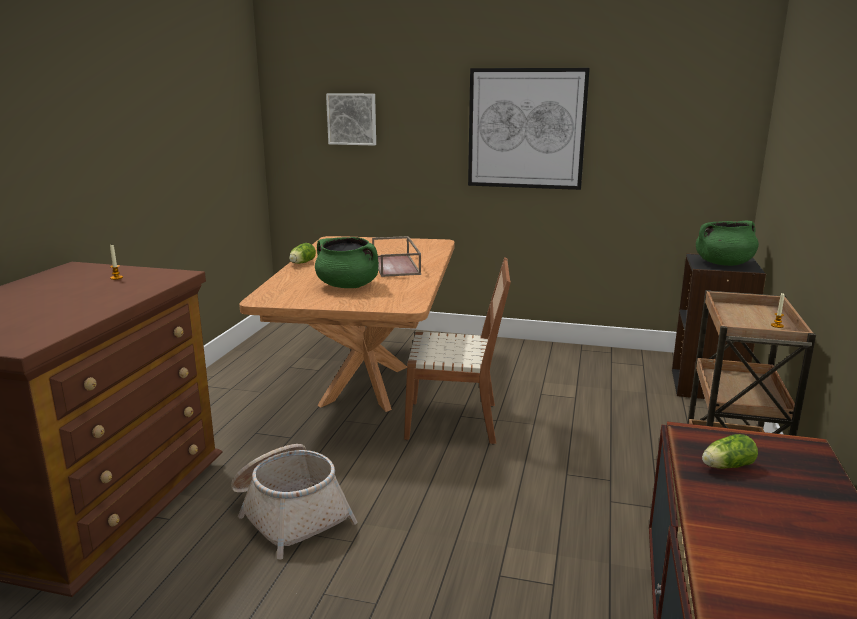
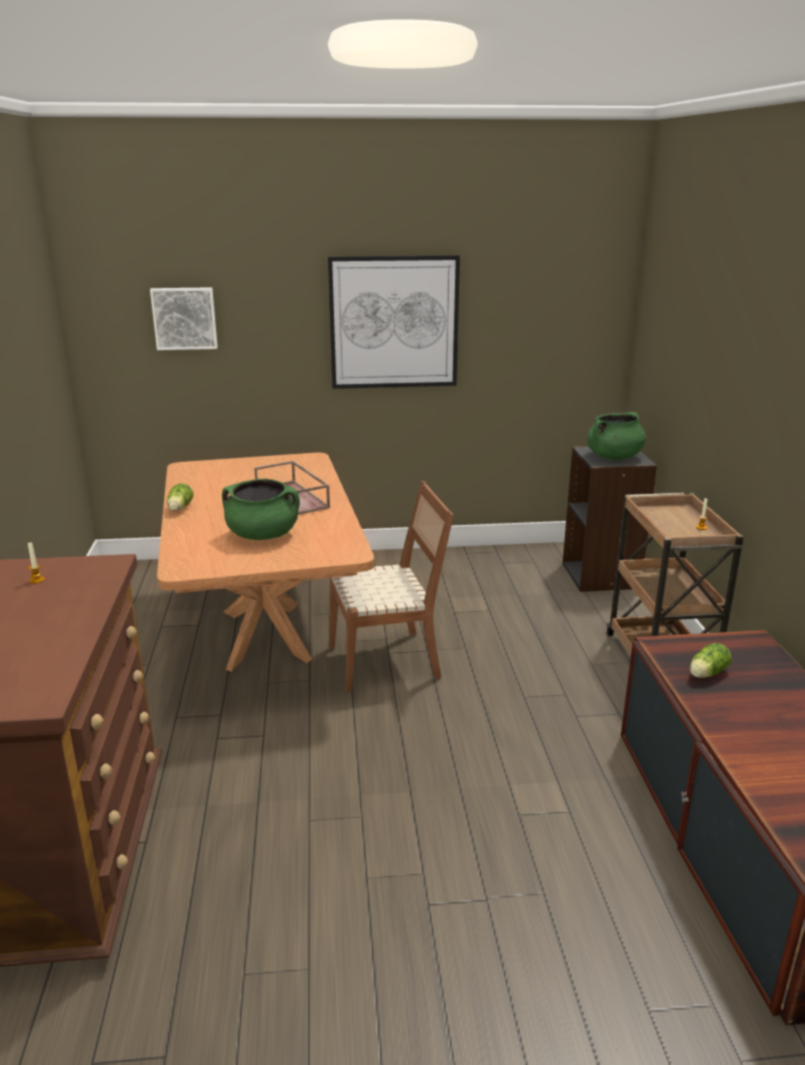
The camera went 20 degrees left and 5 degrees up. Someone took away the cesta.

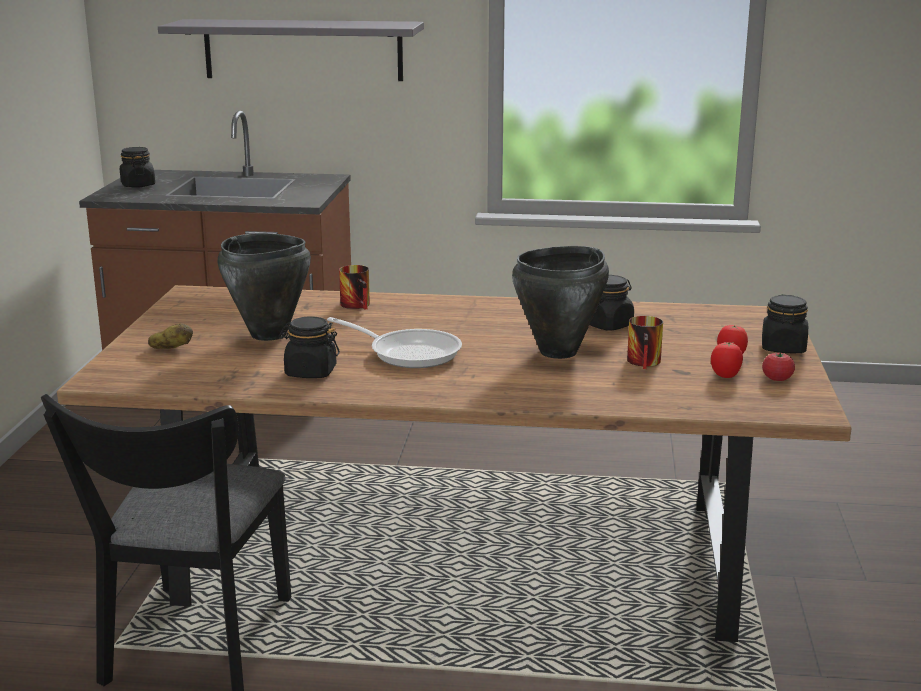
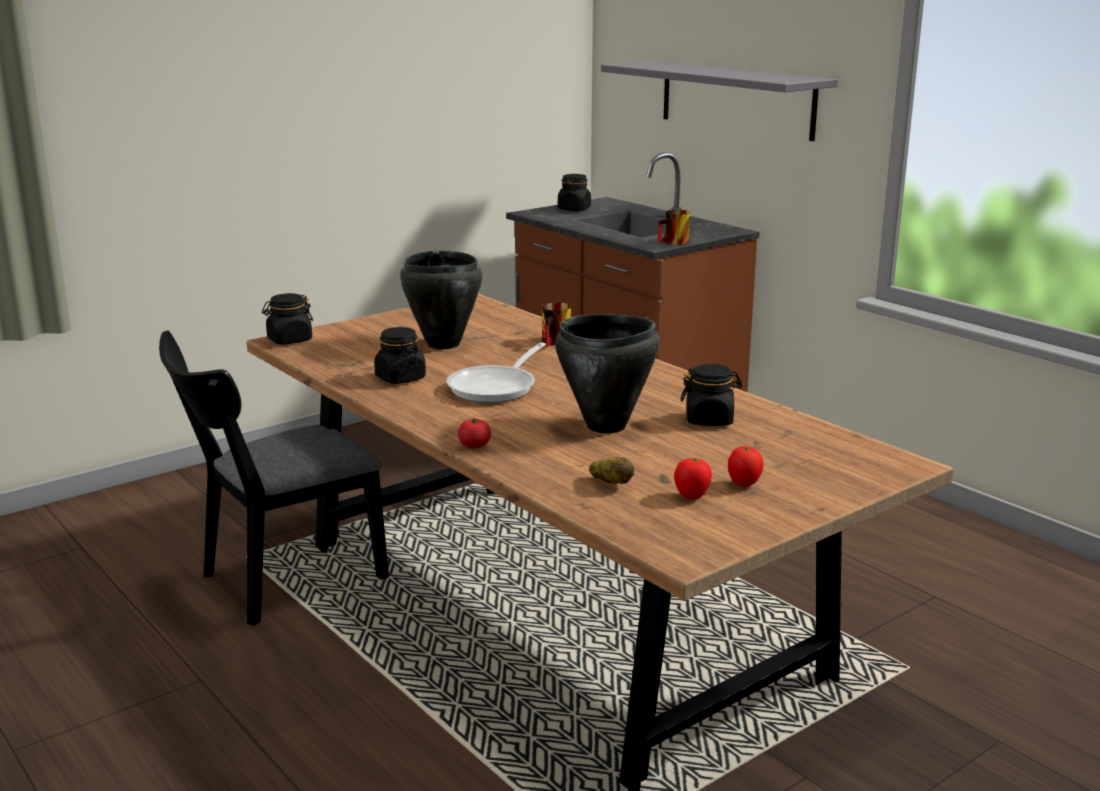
The camera went 45 degrees right and 0 degrees up. Someone carried the patata. Someone rotated the sartén by 45 degrees clockwise. Someone carried the taza grande (no. 2 from left). Someone carried the tarro/negro (no. 4 from left in the first image). Someone carried the tomate (no. 3 from left in the first image).

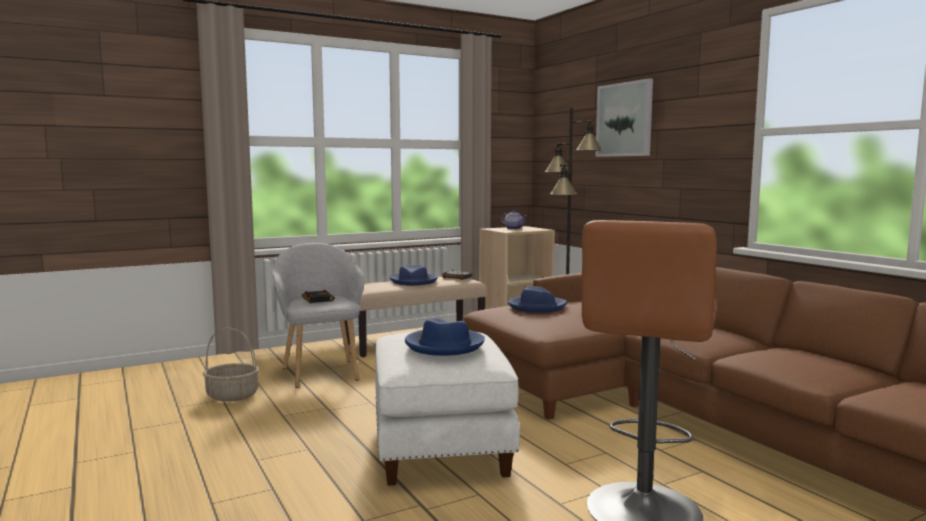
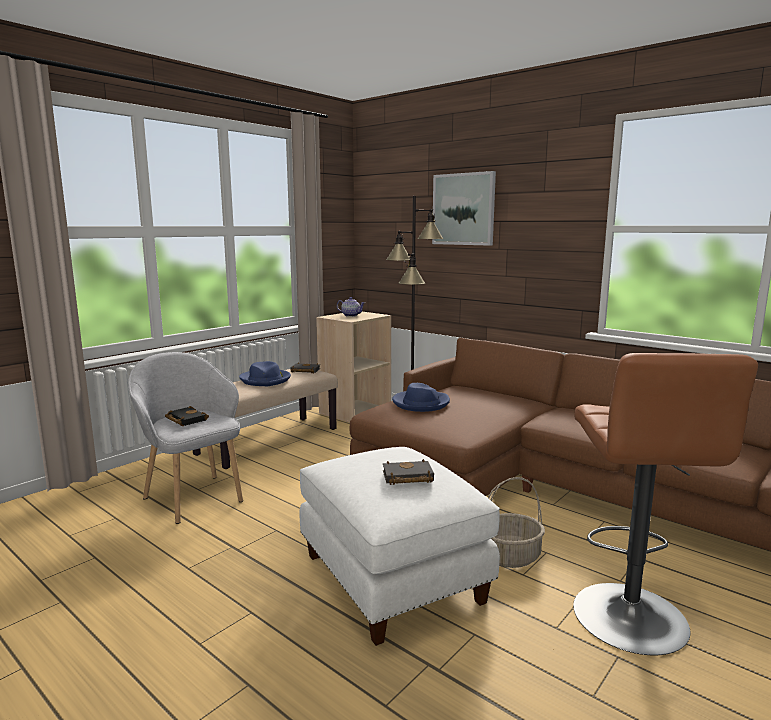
The camera went 20 degrees left and 5 degrees up. Someone carried the cesta. Someone swapped the sombrero/azul (no. 2 from left) for the libro/negro (no. 3 from left).

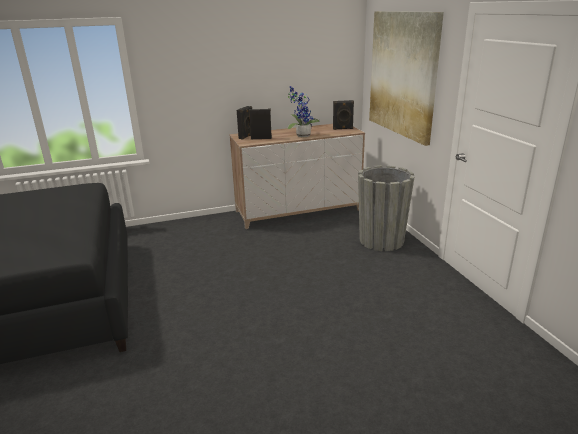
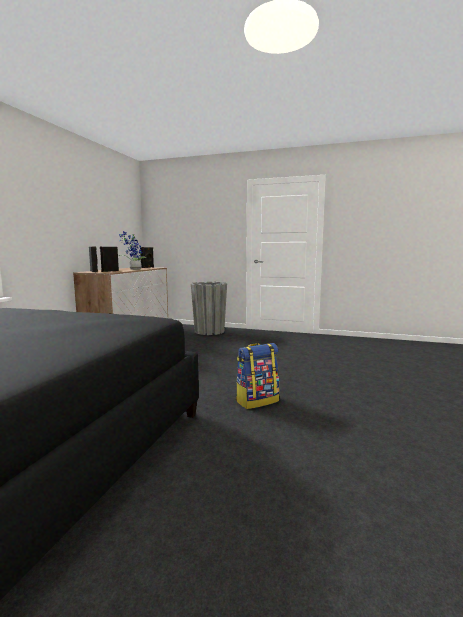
The camera went 55 degrees left and 15 degrees down. Someone took away the cuadro. Someone put down the mochila.

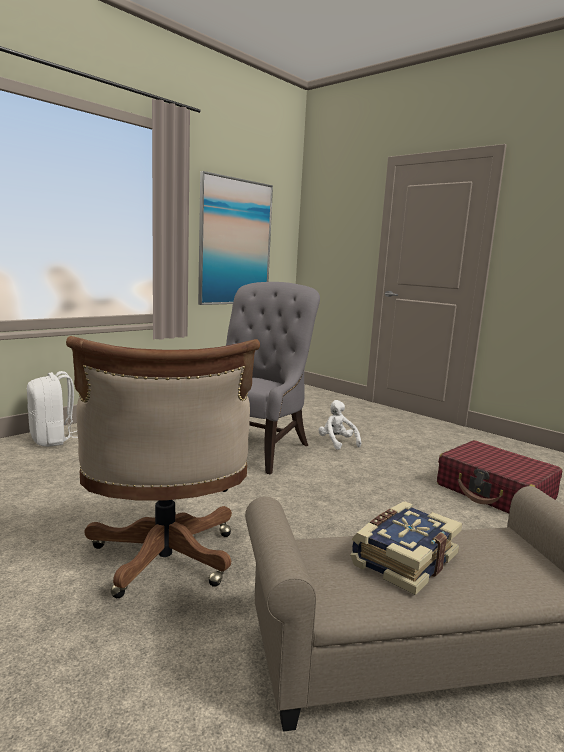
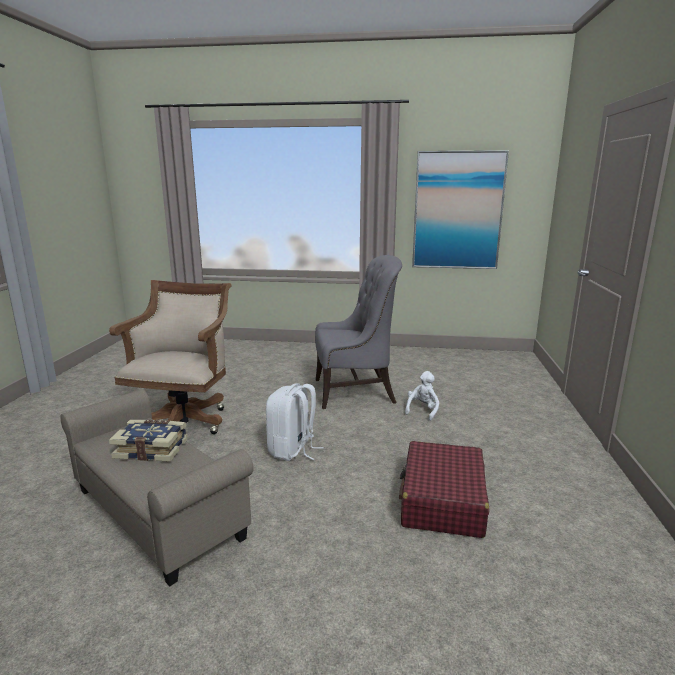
The camera went 55 degrees right and 5 degrees up. Someone carried the mochila/blanco. Someone rotated the silla de oficina by 150 degrees clockwise.

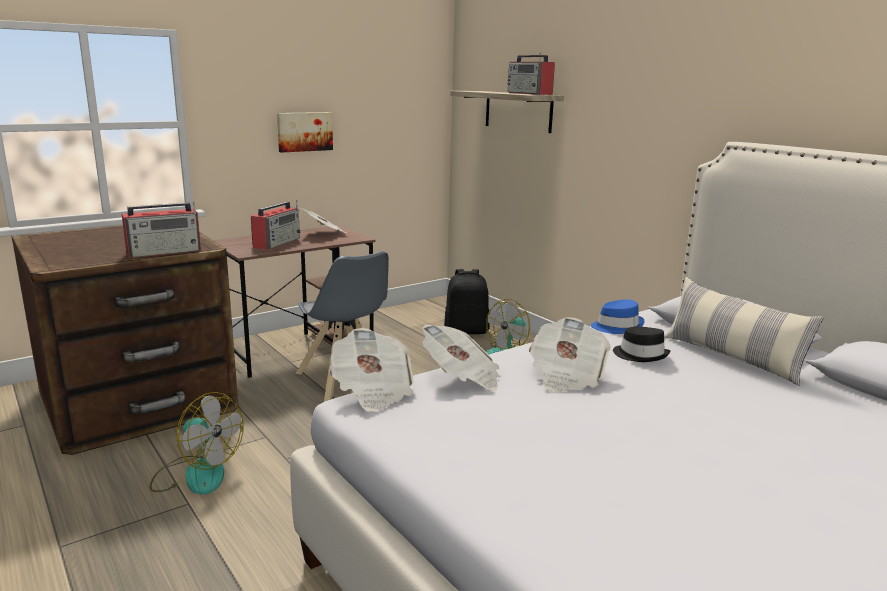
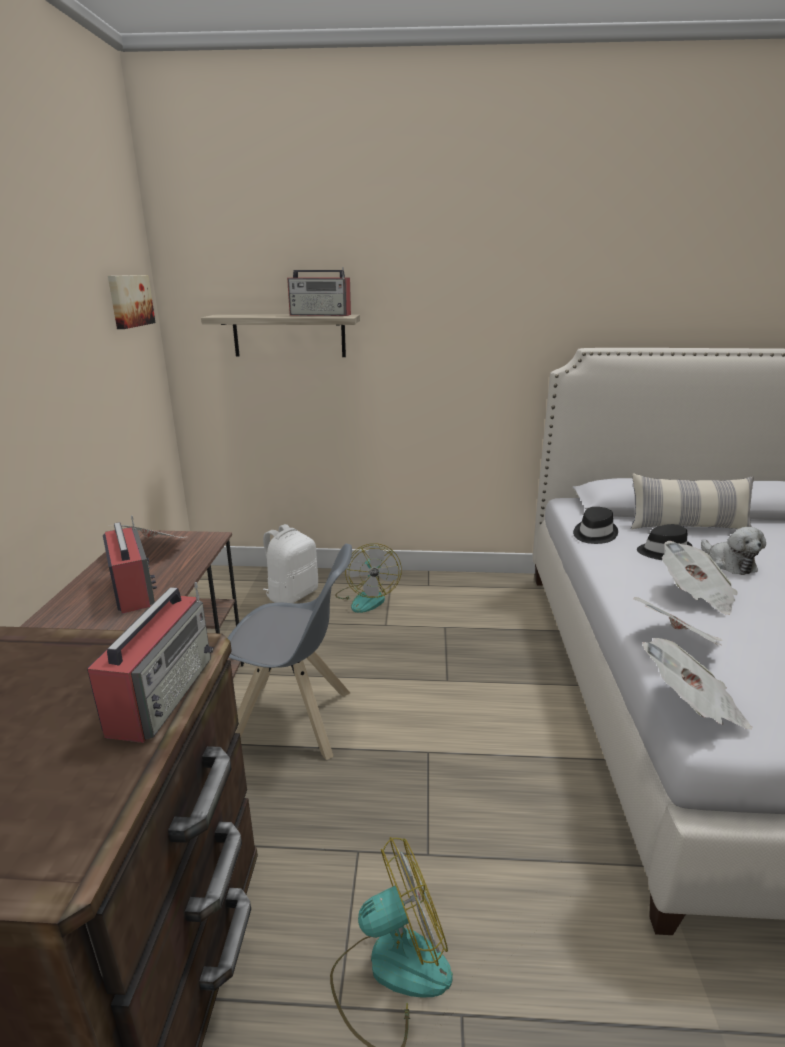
The camera went 50 degrees left and 5 degrees up. Someone carried the cuadro. Someone repainted the mochila/negro, which became the mochila/blanco. Someone repainted the sombrero/azul, which became the sombrero/negro (no. 1 from left). Someone put down the peluche.

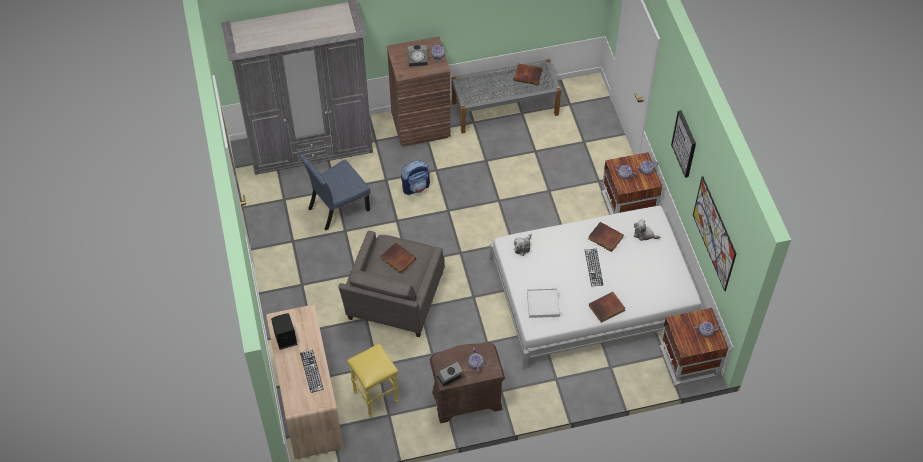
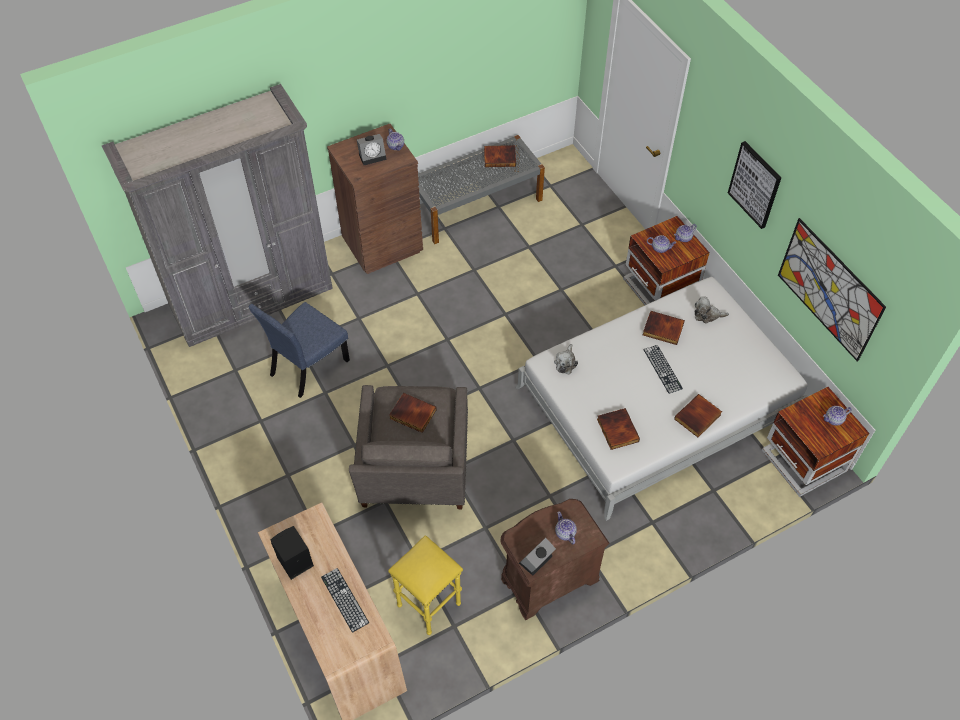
The camera went 15 degrees left and 0 degrees up. Someone took away the mochila. Someone swapped the bandeja/blanco for the libro (no. 3 from left).

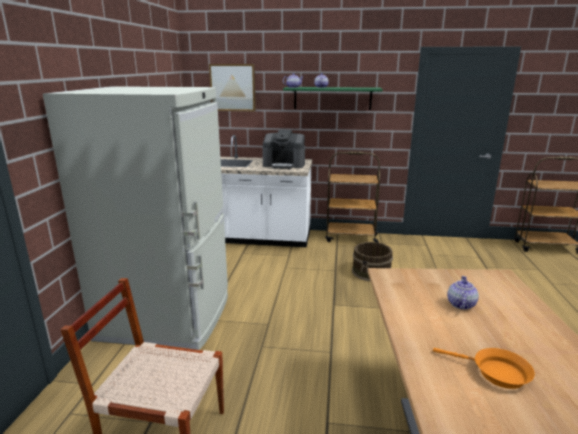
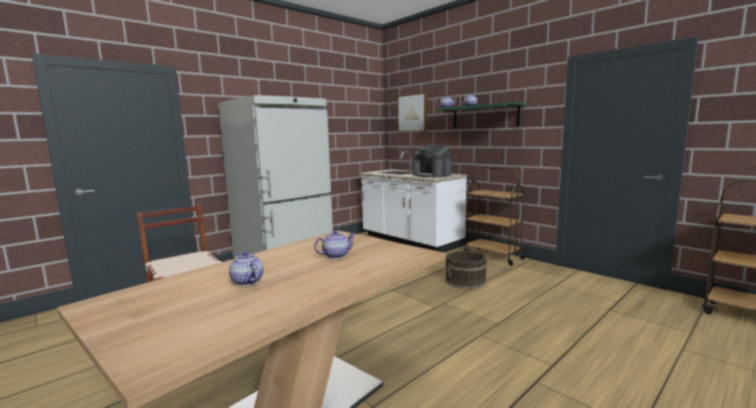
The camera went 40 degrees right and 10 degrees down. Someone swapped the sartén/naranja for the tetera (no. 1 from left).

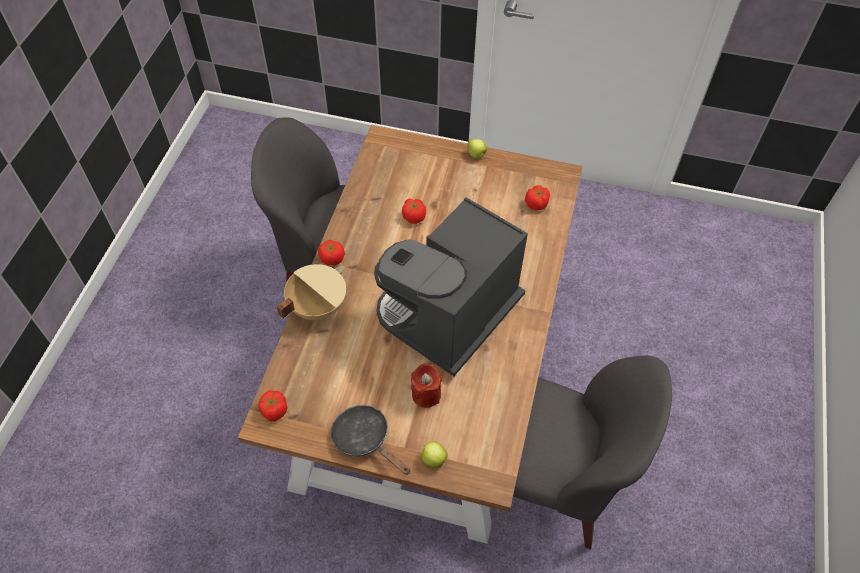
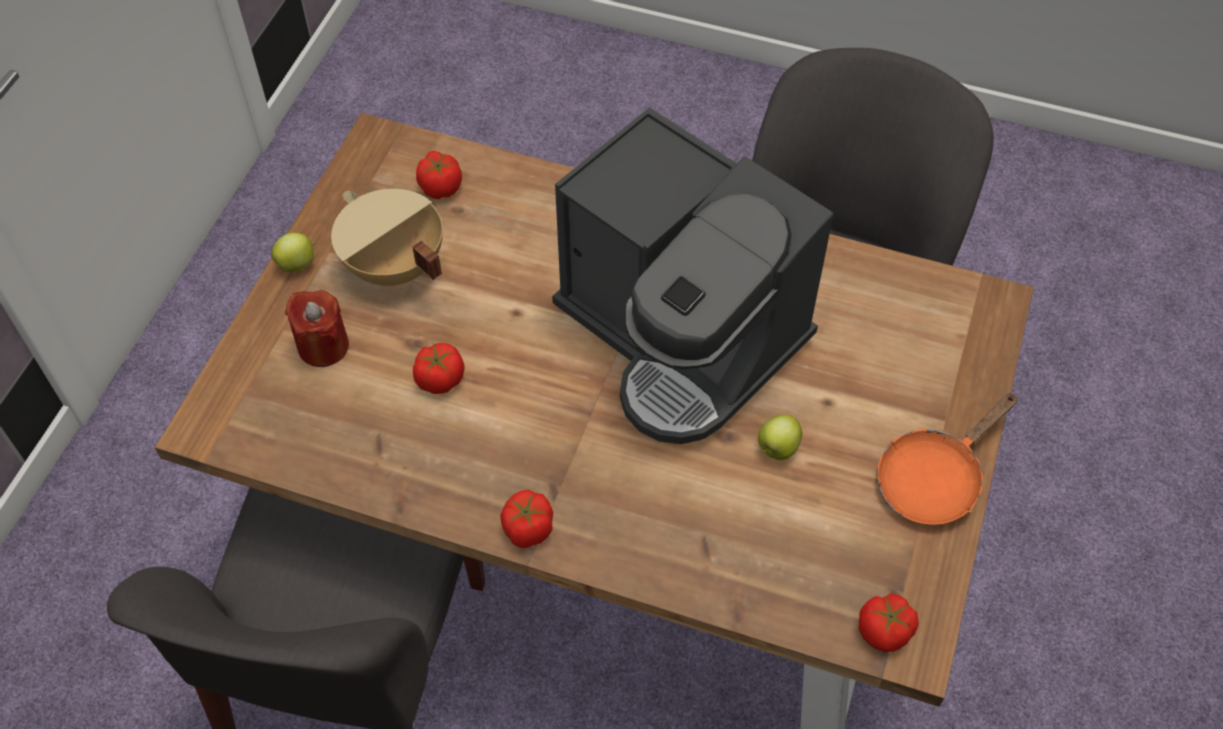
The camera went 85 degrees left and 0 degrees up. Someone carried the olla/beis. Someone repainted the sartén/negro, which became the sartén/naranja. Someone carried the vela/rojo. Someone carried the manzana (no. 1 from left in the first image).

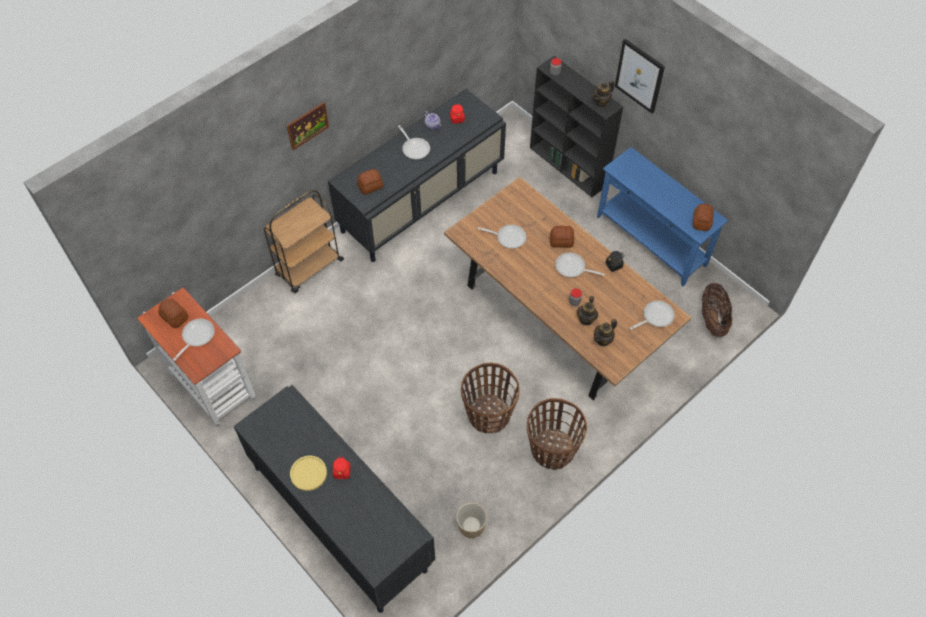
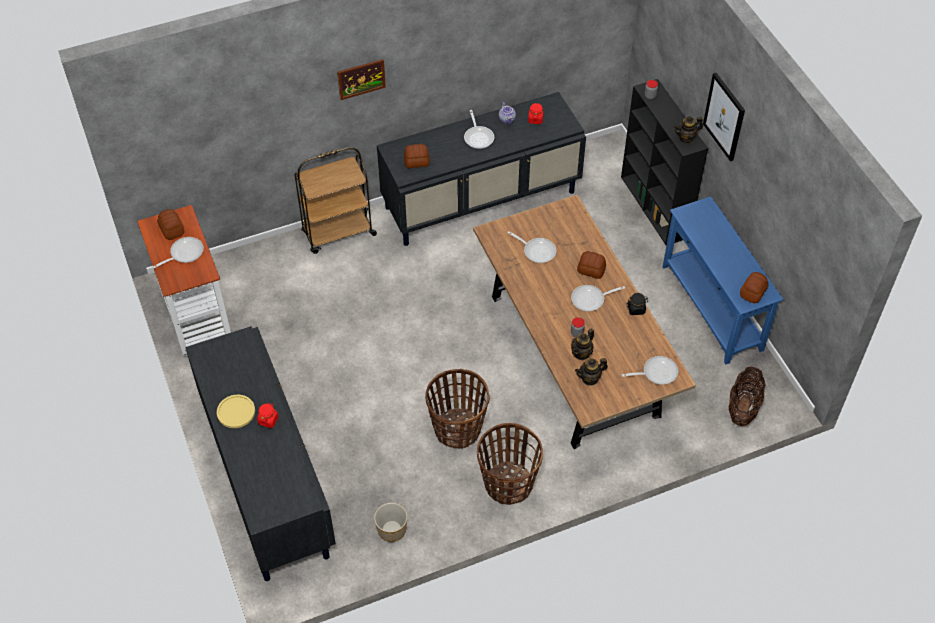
The camera went 20 degrees right and 5 degrees down. Someone rotated the sartén (no. 4 from left) by 60 degrees counterclockwise.

